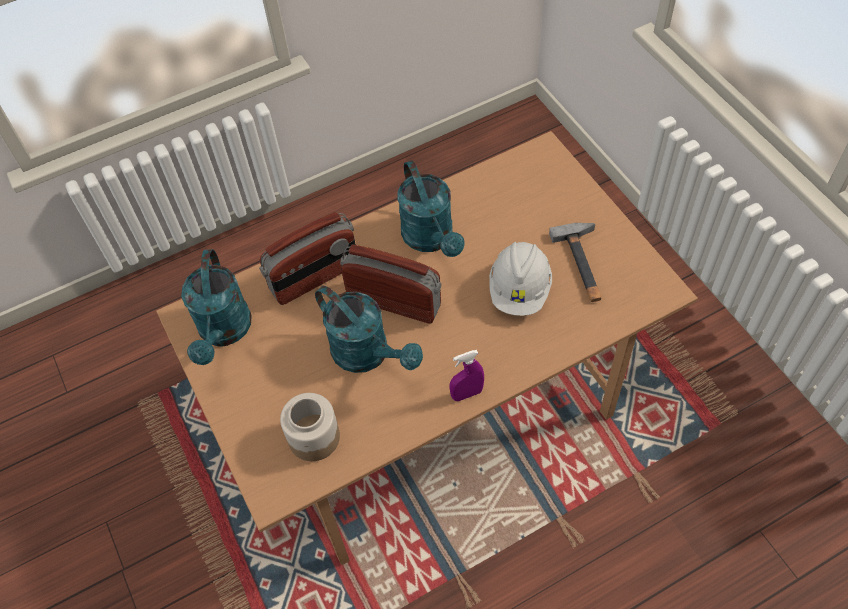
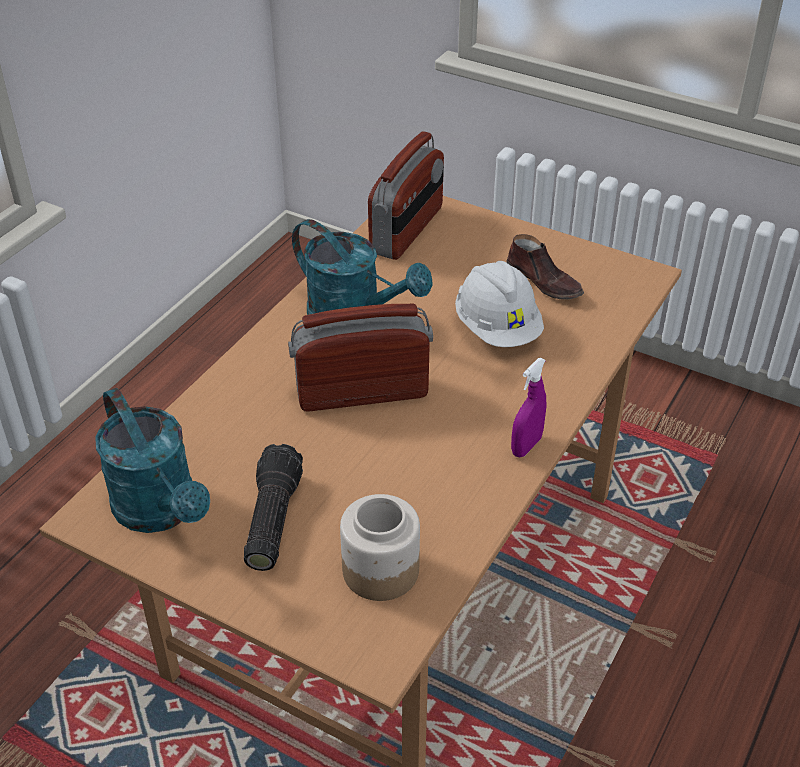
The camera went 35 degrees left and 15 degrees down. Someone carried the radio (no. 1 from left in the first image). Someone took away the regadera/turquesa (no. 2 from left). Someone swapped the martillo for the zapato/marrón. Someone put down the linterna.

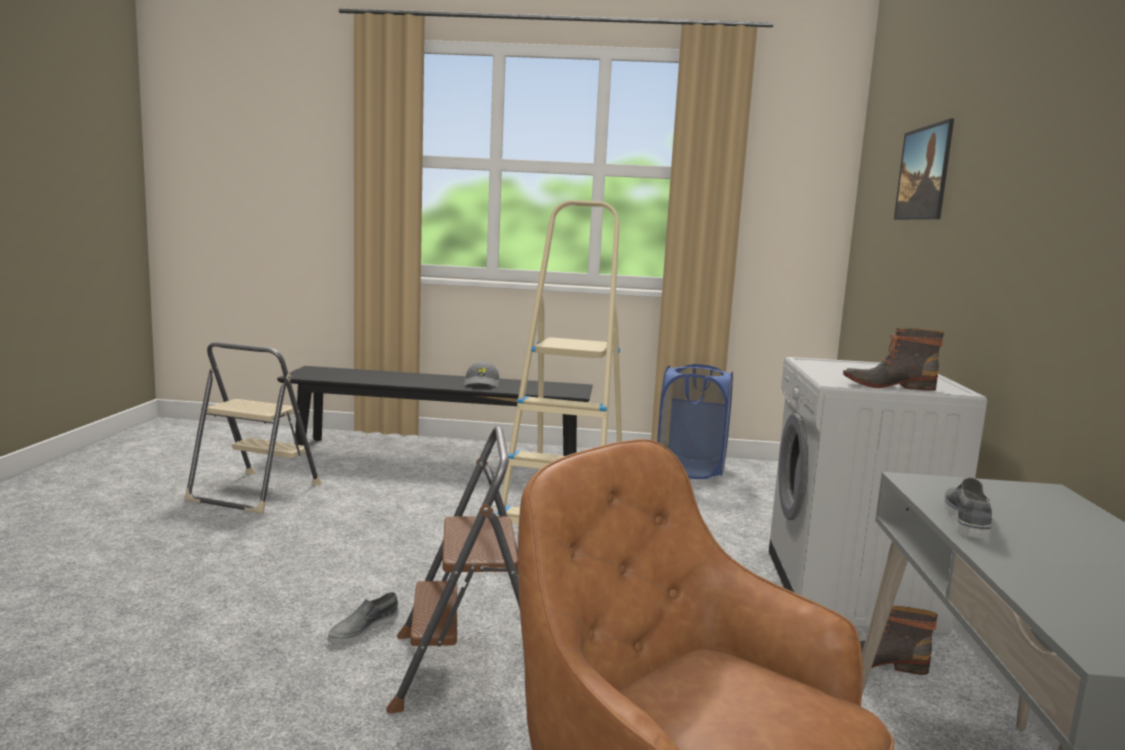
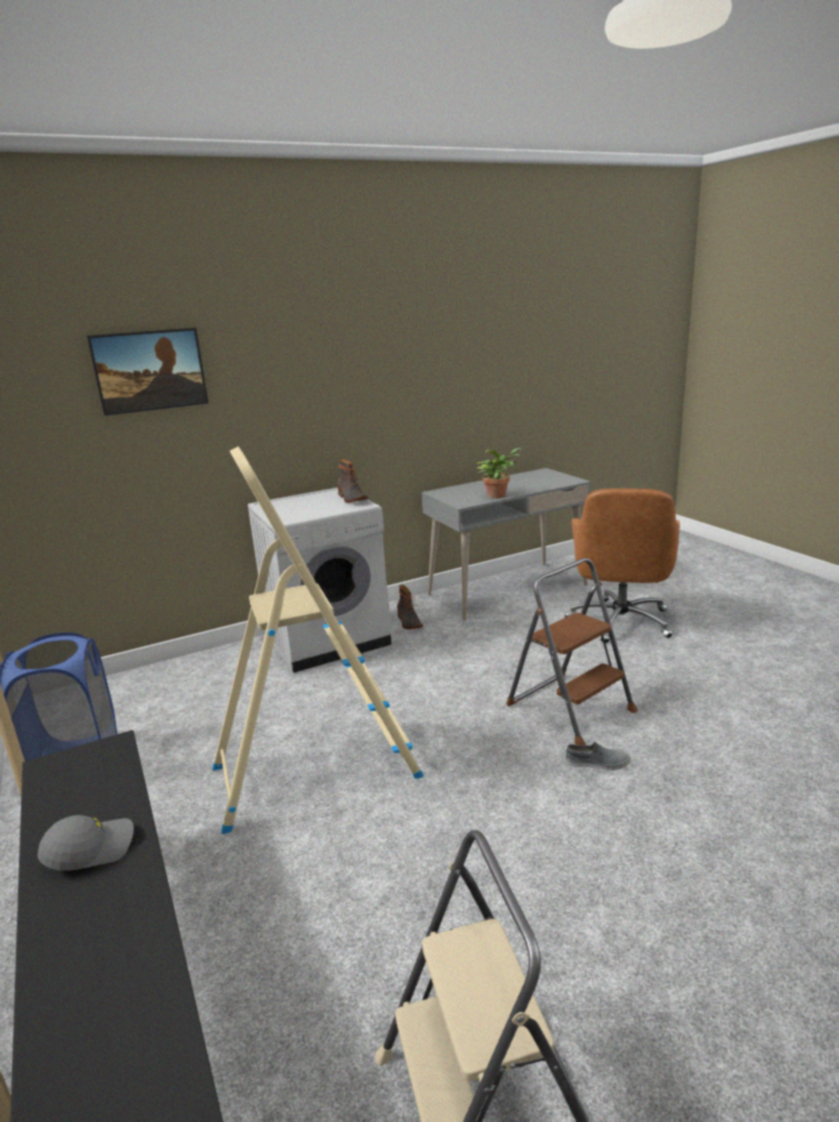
The camera went 120 degrees left and 10 degrees up. Someone swapped the zapato/gris (no. 2 from left) for the planta en maceta.

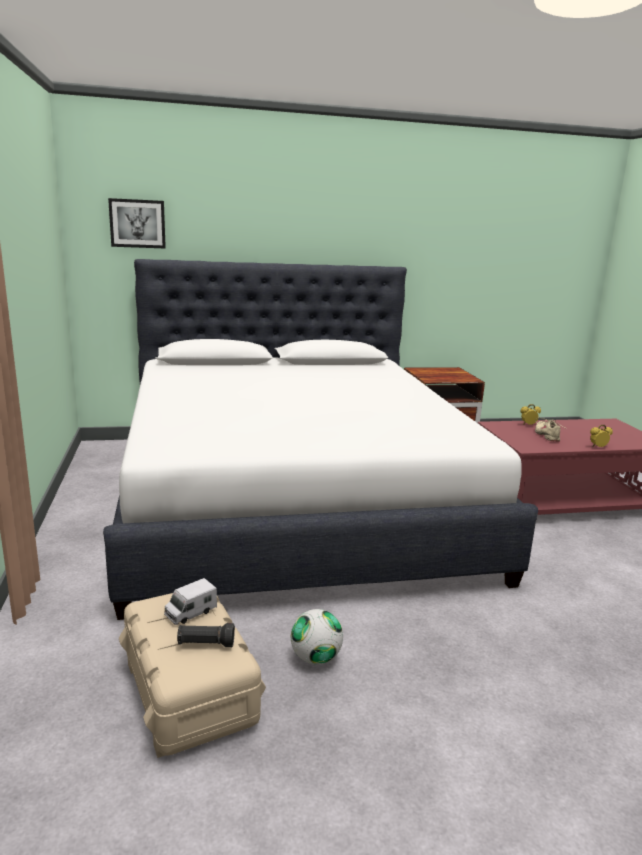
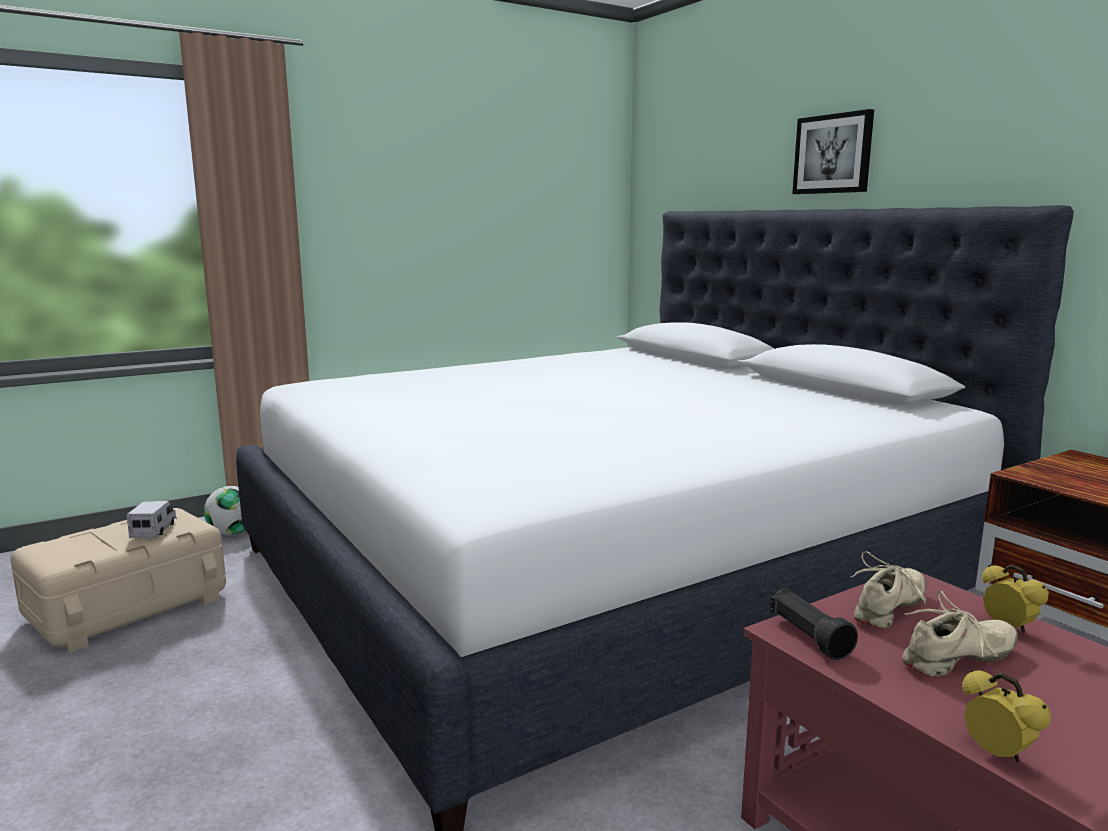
The camera went 70 degrees right and 5 degrees down. Someone carried the cuadro. Someone rotated the camión de juguete by 60 degrees clockwise. Someone carried the linterna/negro. Someone carried the balón de fútbol. Someone put down the zapato/beis (no. 1 from left).

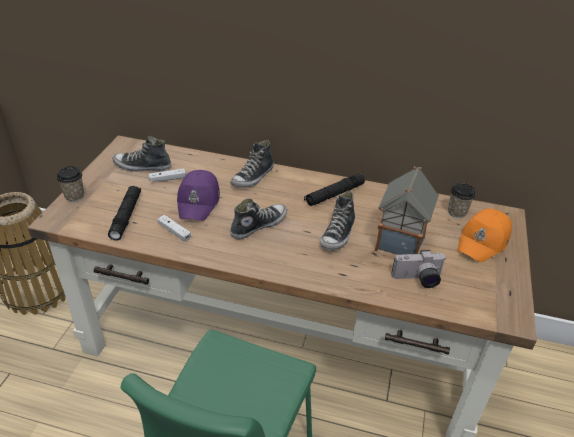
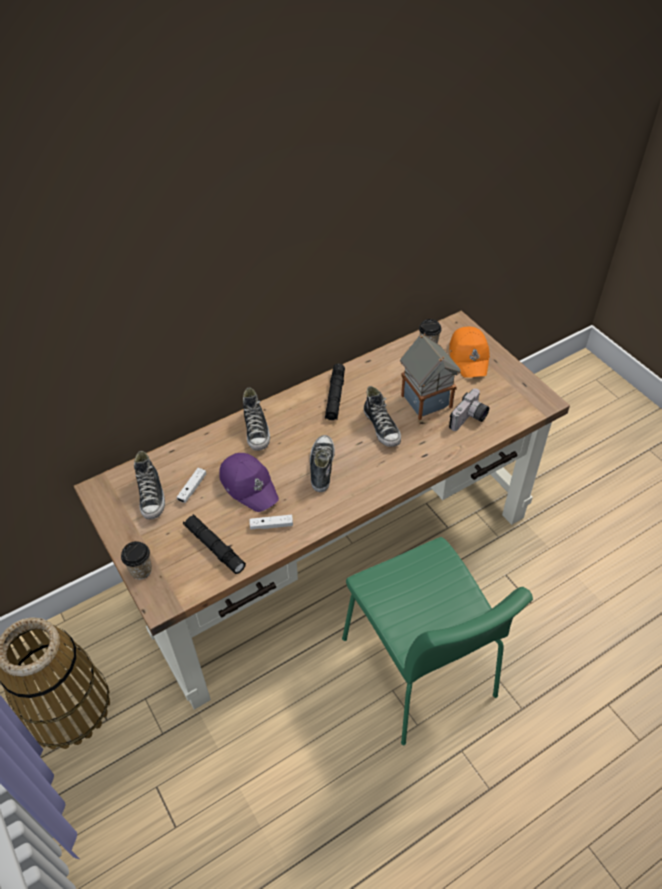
The camera went 45 degrees left and 10 degrees up. Someone rotated the zapato (no. 1 from left) by 60 degrees counterclockwise.

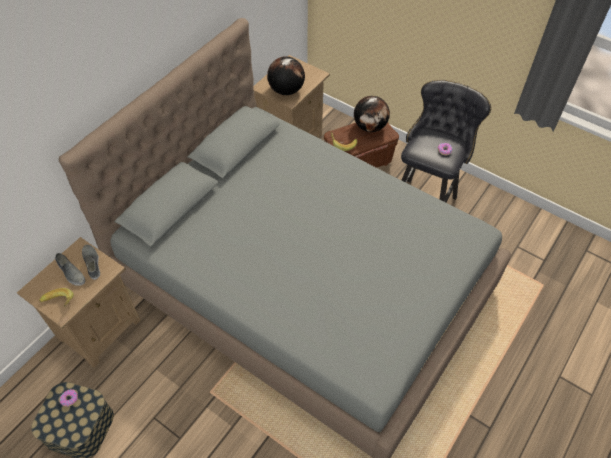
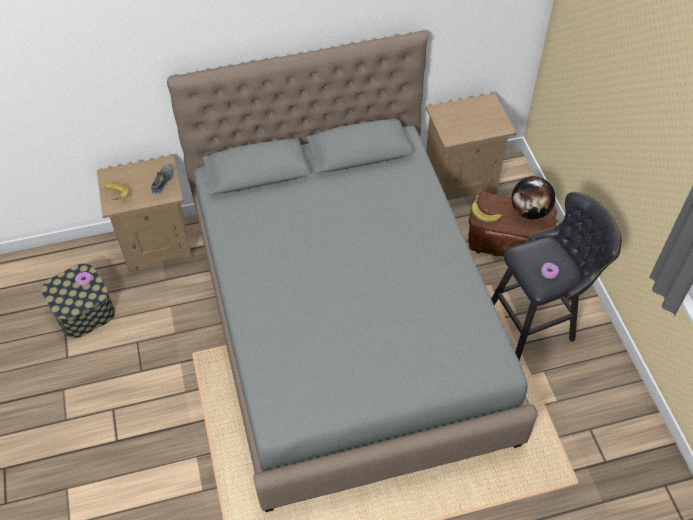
The camera went 40 degrees right and 0 degrees up. Someone took away the zapato/gris (no. 1 from left). Someone took away the globo terráqueo (no. 1 from left).

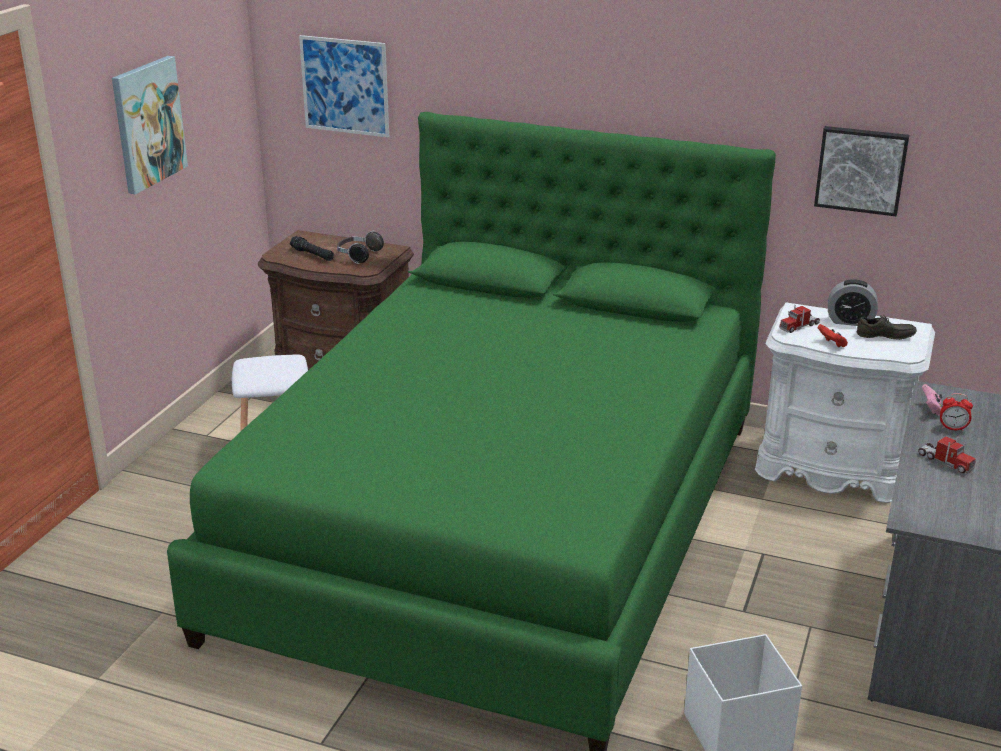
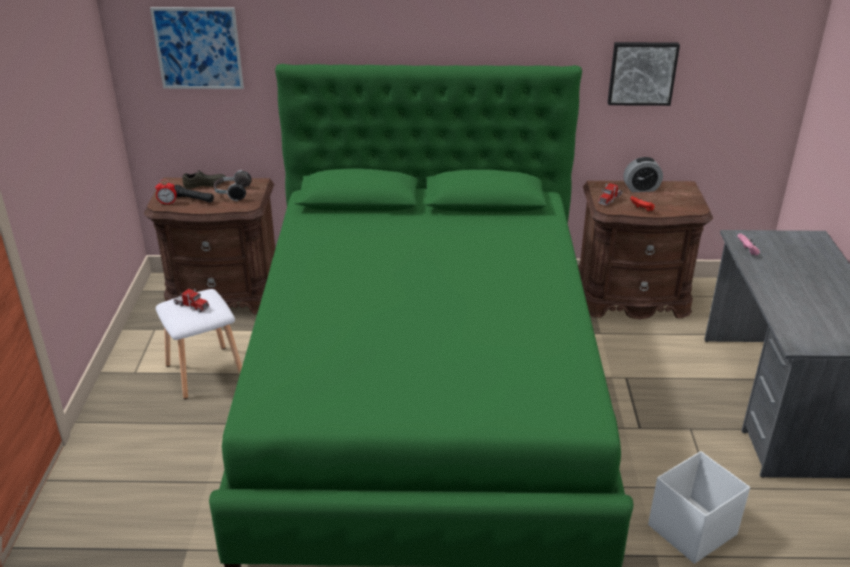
The camera went 20 degrees left and 5 degrees up. Someone took away the cuadro (no. 1 from left). Someone repainted the mesita de noche/blanco, which became the mesita de noche/marrón (no. 2 from left). Someone carried the zapato/gris. Someone carried the camión de juguete (no. 2 from left in the first image). Someone carried the despertador (no. 2 from left in the first image).

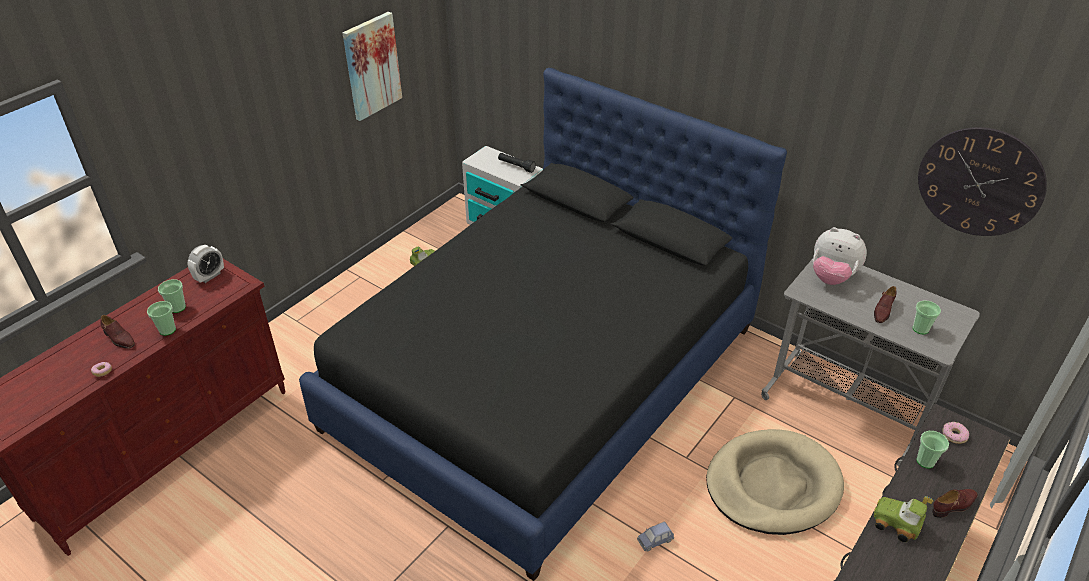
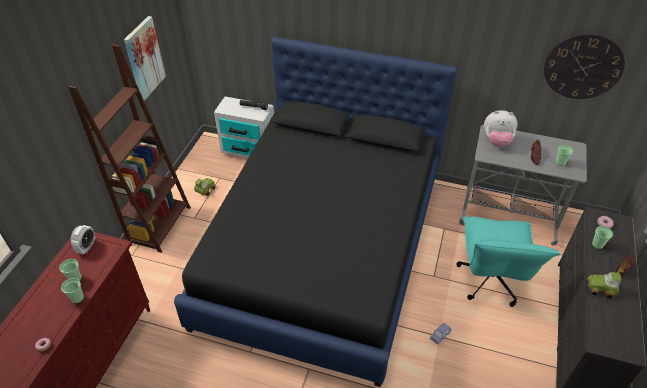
The camera went 20 degrees left and 5 degrees up. Someone took away the zapato/marrón (no. 1 from left). Someone swapped the cama para perro/beis for the silla de oficina/turquesa. Someone put down the estantería/marrón.

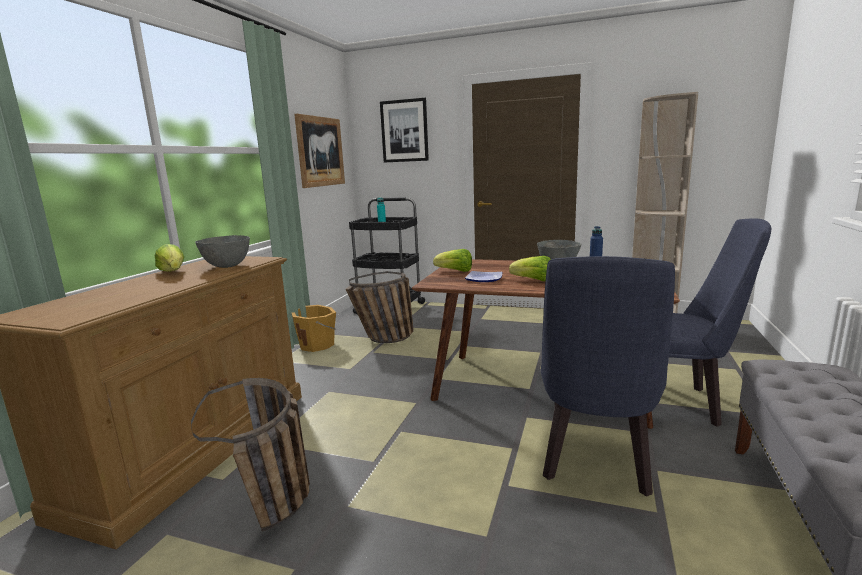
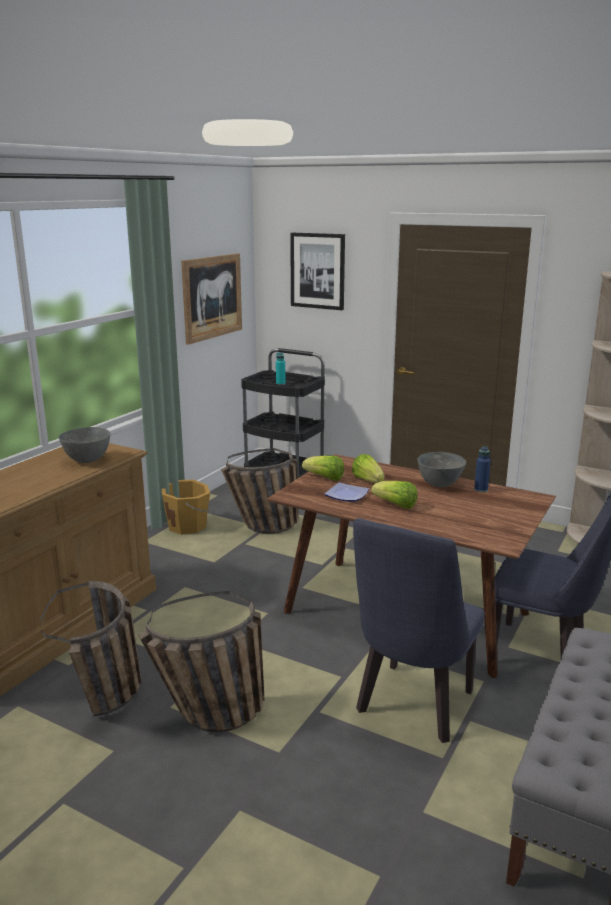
The camera went 10 degrees right and 5 degrees up. Someone carried the lechuga (no. 1 from left in the first image). Someone put down the cesta (no. 2 from left).

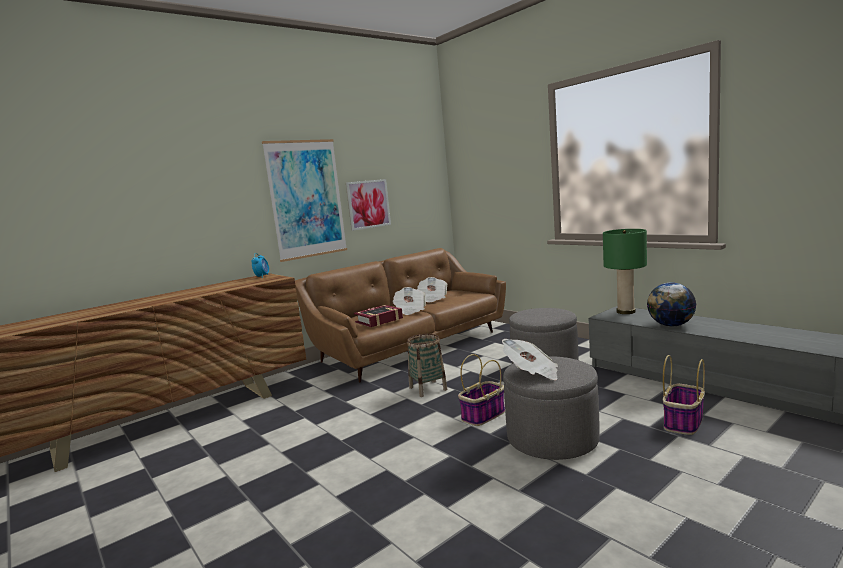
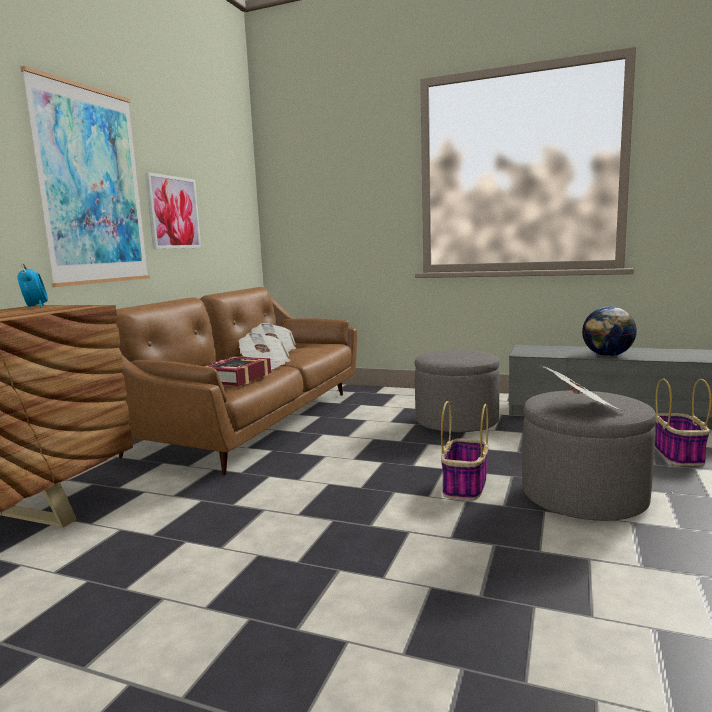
The camera went 30 degrees left and 0 degrees up. Someone took away the cesta (no. 1 from left). Someone took away the lámpara de mesa/verde.

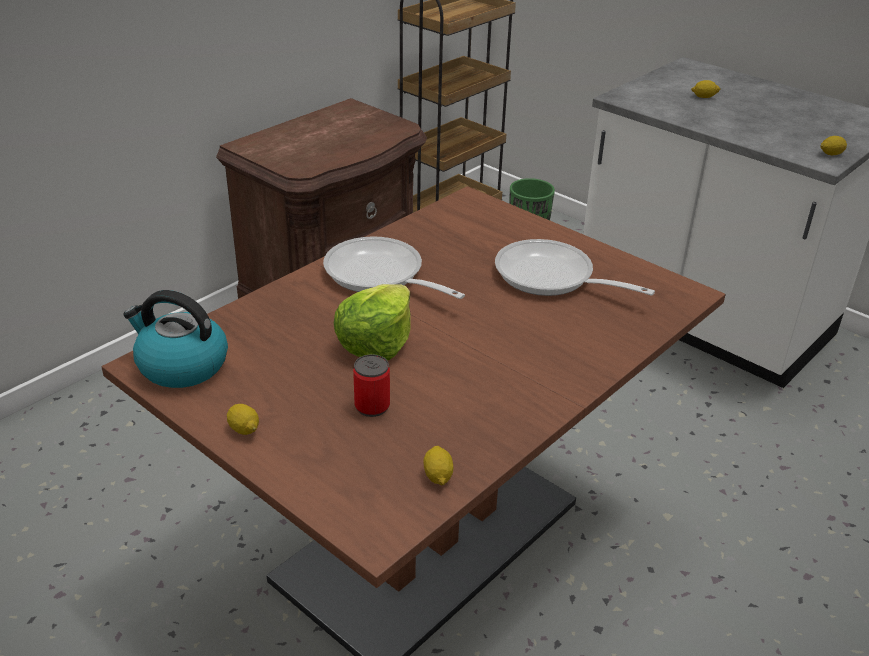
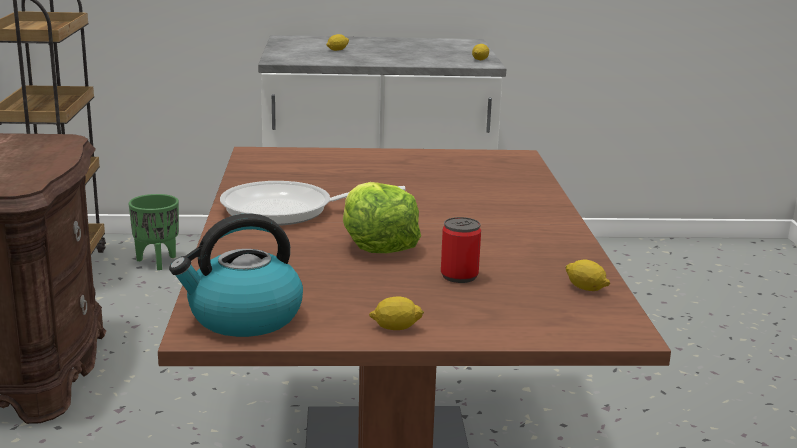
The camera went 45 degrees left and 15 degrees down. Someone took away the sartén (no. 2 from left).

